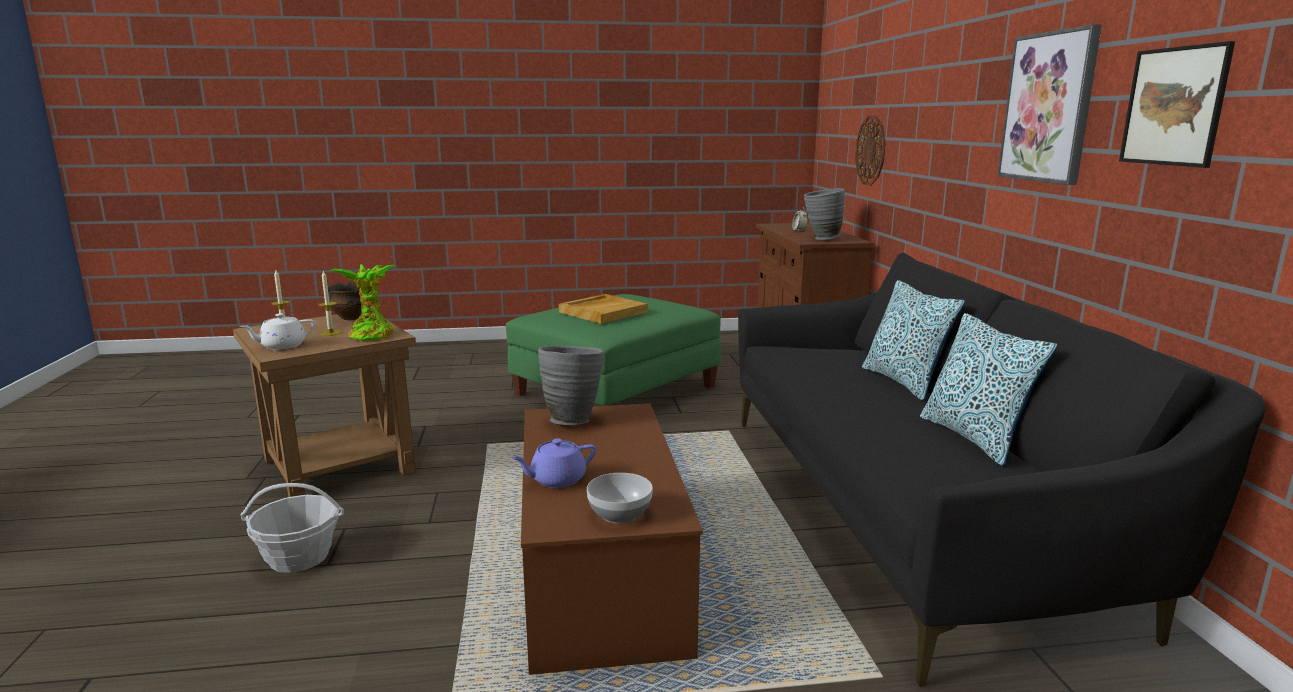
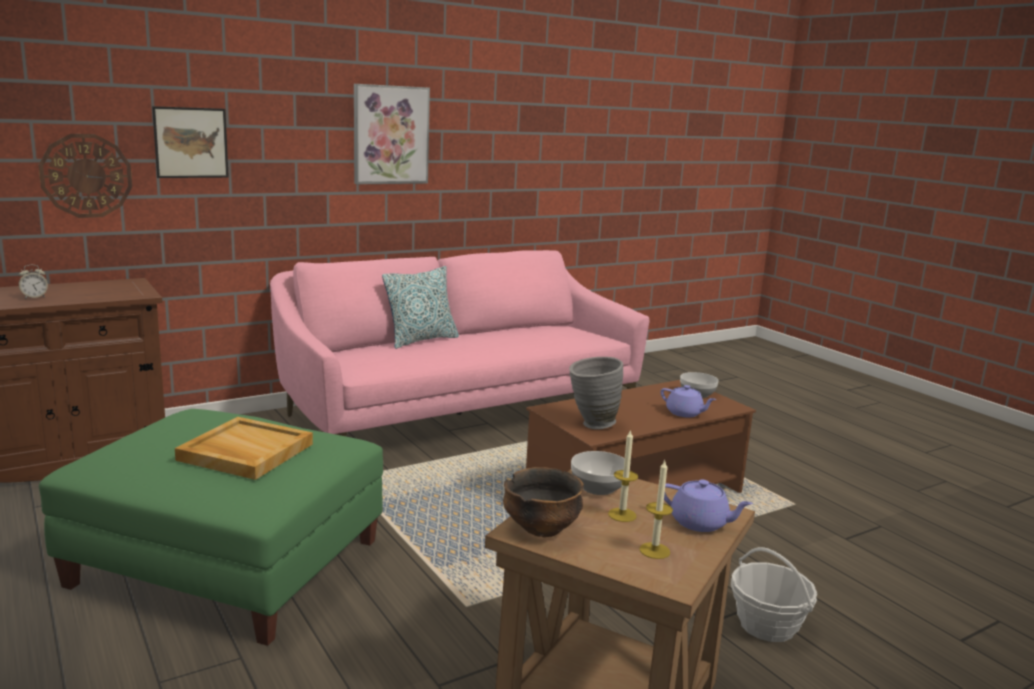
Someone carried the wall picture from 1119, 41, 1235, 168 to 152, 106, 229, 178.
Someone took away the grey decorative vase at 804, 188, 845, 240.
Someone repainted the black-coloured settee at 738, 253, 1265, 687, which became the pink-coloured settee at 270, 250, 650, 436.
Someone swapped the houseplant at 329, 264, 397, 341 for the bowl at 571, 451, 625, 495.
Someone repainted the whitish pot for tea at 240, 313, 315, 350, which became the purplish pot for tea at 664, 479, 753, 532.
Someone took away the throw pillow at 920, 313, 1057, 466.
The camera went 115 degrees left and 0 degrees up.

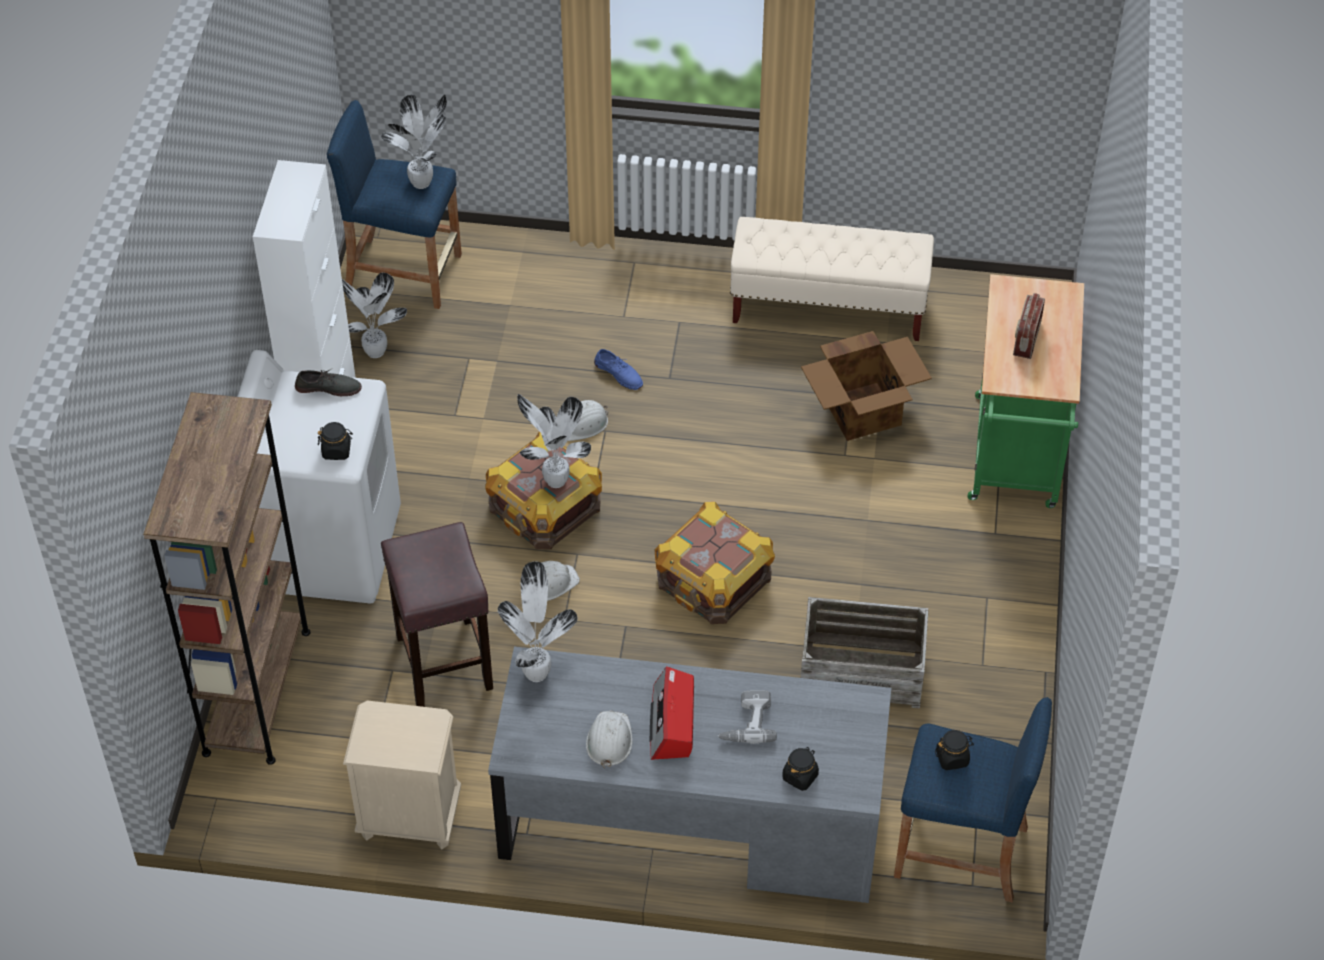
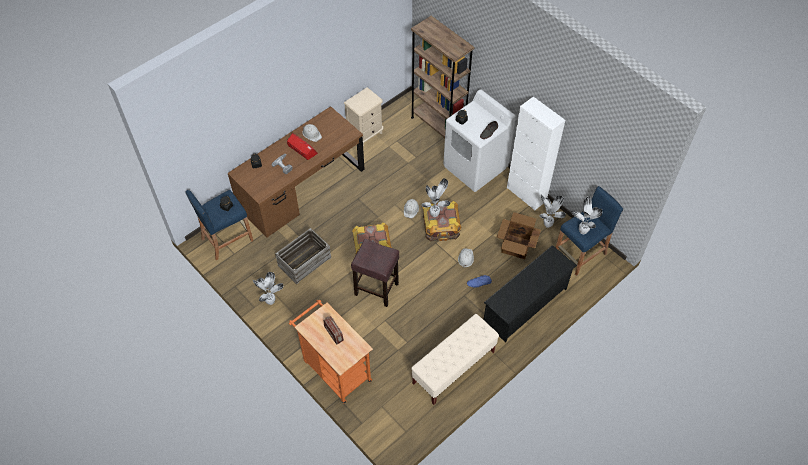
Someone repainted the greenish cart at 968, 274, 1084, 508, which became the orangey cart at 289, 300, 373, 404.
Someone carried the cardboard box from 801, 331, 932, 441 to 497, 212, 541, 259.
Someone carried the brown sitting stool from 381, 522, 493, 707 to 351, 239, 399, 307.
Someone carried the houseplant from 497, 561, 578, 682 to 253, 272, 283, 305.
Someone repainted the grey desk at 488, 647, 891, 903, which became the brown desk at 228, 106, 365, 238.
Someone put down the black-coloured shoe shelf at 483, 245, 577, 342.
The camera went 130 degrees right and 5 degrees up.

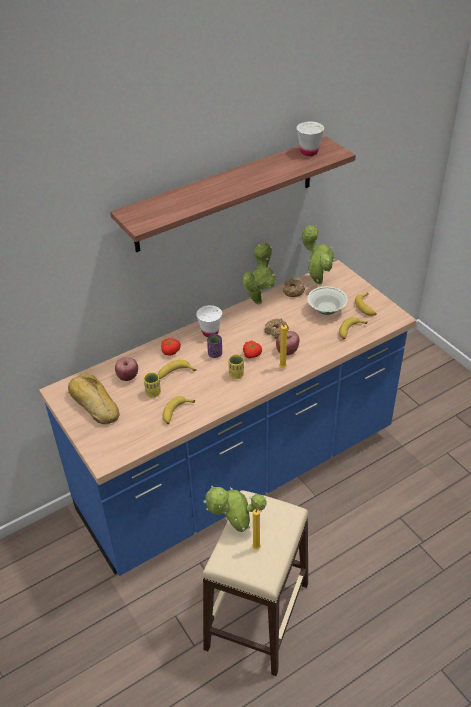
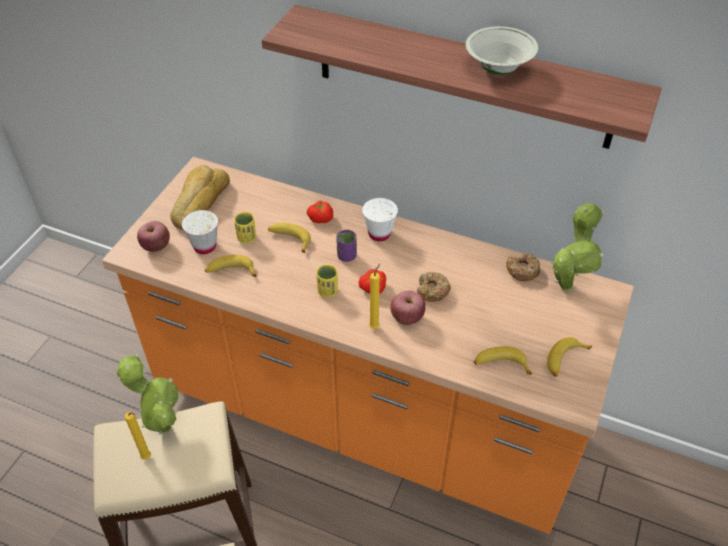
Someone carried the whitish small cup from 296, 122, 324, 156 to 182, 210, 218, 254.
Someone took away the houseplant at 243, 243, 275, 305.
Someone repainted the bluish kitchen counter at 39, 260, 417, 576, which became the orangey kitchen counter at 102, 157, 634, 534.
Someone carried the whitish bowl from 307, 286, 348, 315 to 466, 26, 538, 75.
Someone carried the apple fruit from 115, 357, 138, 381 to 137, 221, 170, 252.
The camera went 55 degrees right and 5 degrees up.

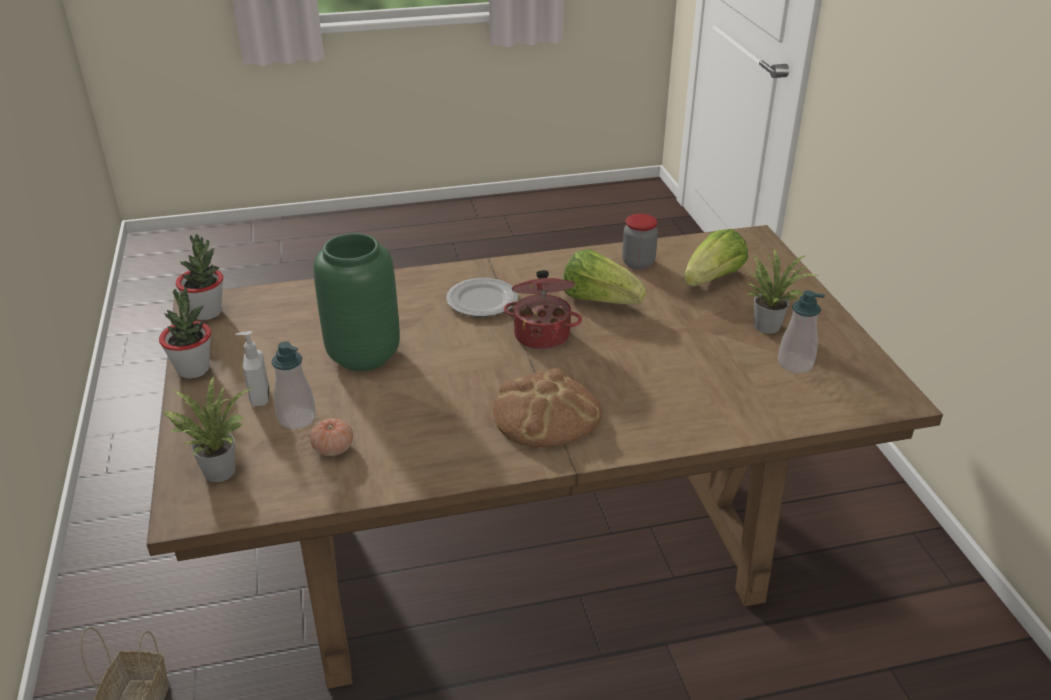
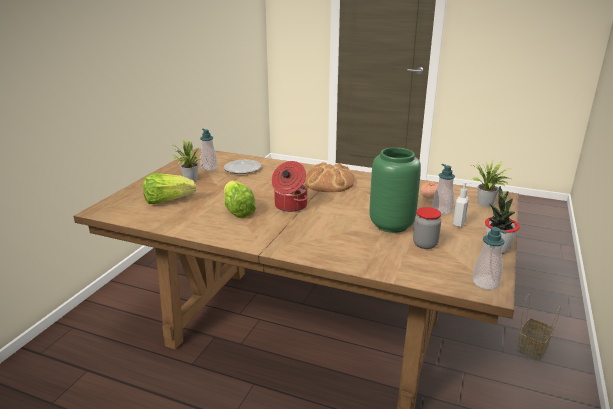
Someone carried the preserve jar from 622, 214, 658, 269 to 413, 207, 441, 249.
Someone swapped the houseplant at 176, 234, 223, 320 for the liquid soap bottle at 472, 227, 507, 290.
Someone carried the dinner plate from 446, 278, 518, 317 to 224, 160, 261, 174.
The camera went 145 degrees left and 10 degrees down.

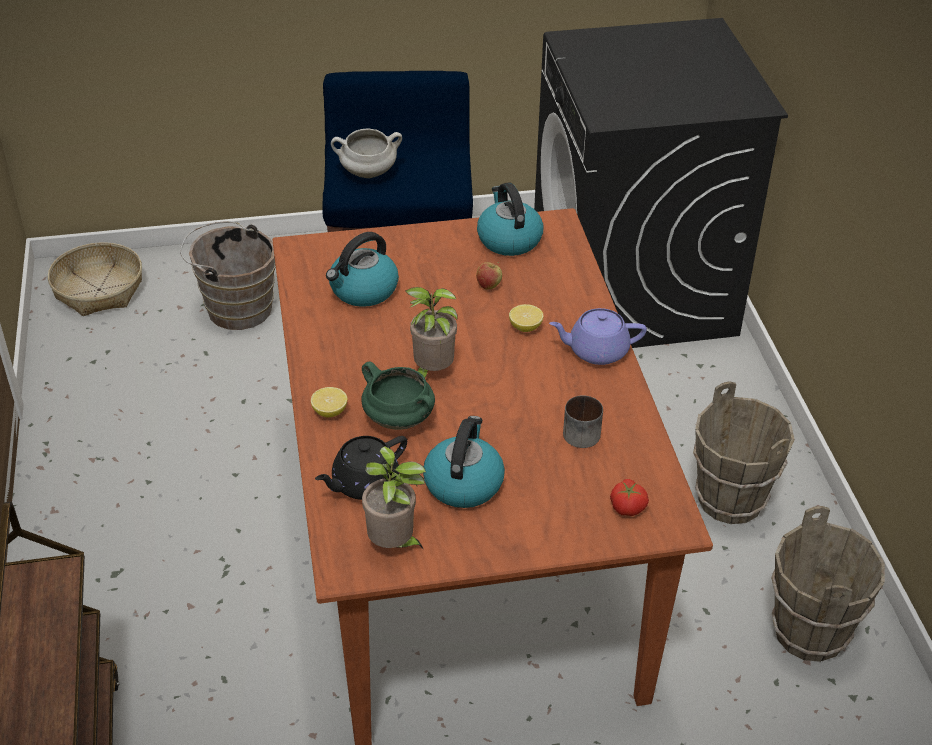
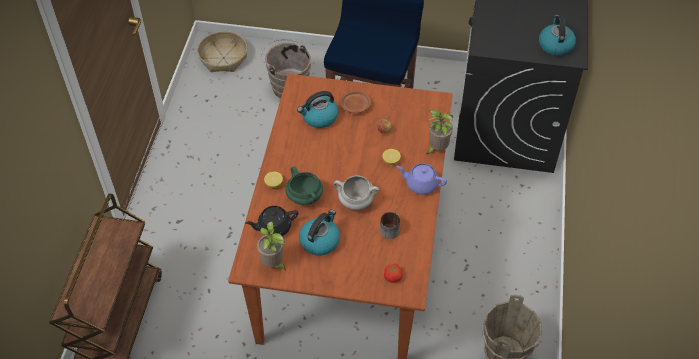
Someone carried the whitish stockpot from 331, 128, 402, 178 to 334, 175, 379, 210.
Someone carried the kettle from 477, 182, 543, 256 to 539, 15, 576, 56.
Someone carried the houseplant from 406, 287, 457, 377 to 427, 110, 453, 154.
Someone took away the brown bucket at 693, 381, 795, 524.
Someone put down the brown dinner plate at 340, 90, 371, 113.
The camera went 20 degrees right and 10 degrees up.

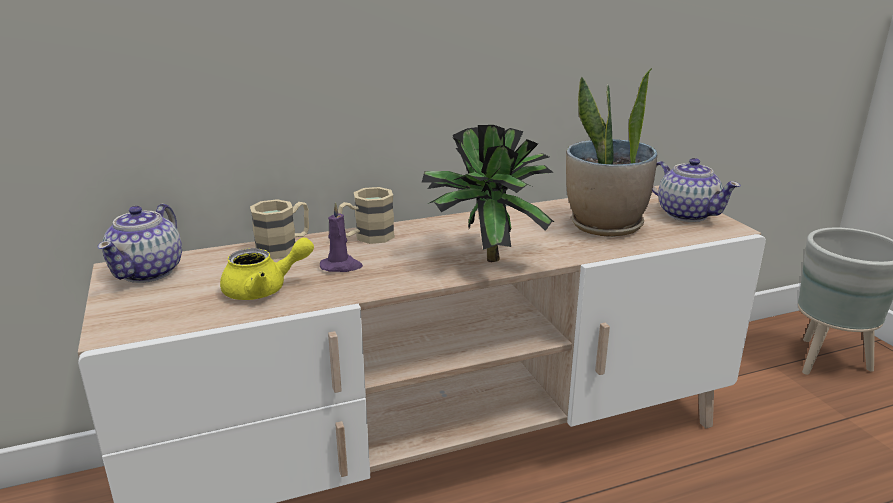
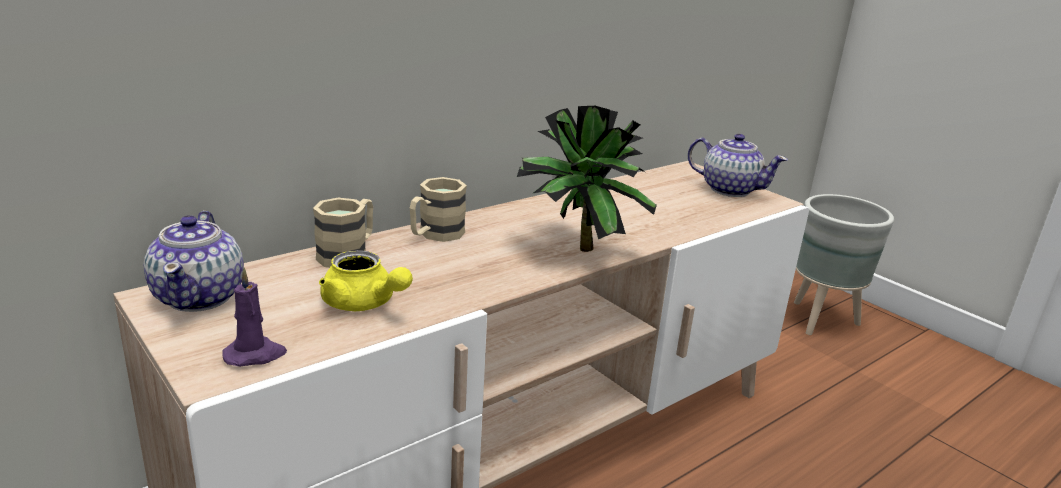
Someone took away the houseplant at 566, 67, 658, 237.
Someone carried the purplish candle from 320, 202, 363, 272 to 222, 268, 287, 367.
Someone rotated the yellow-coloured pot for tea at 220, 237, 314, 300 by 75 degrees clockwise.
The camera went 20 degrees left and 0 degrees up.

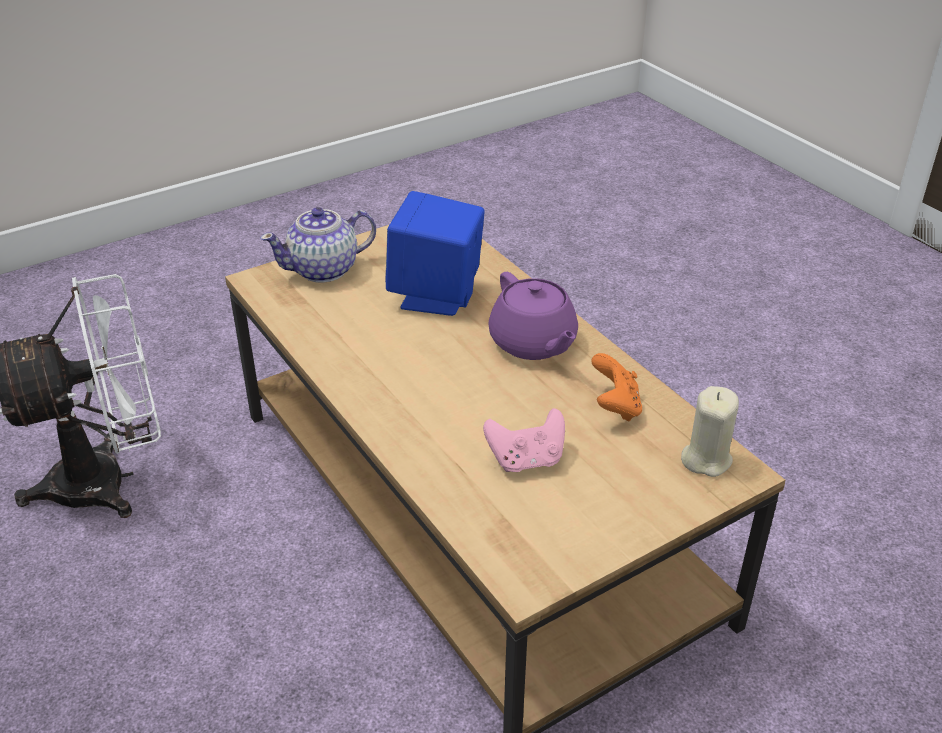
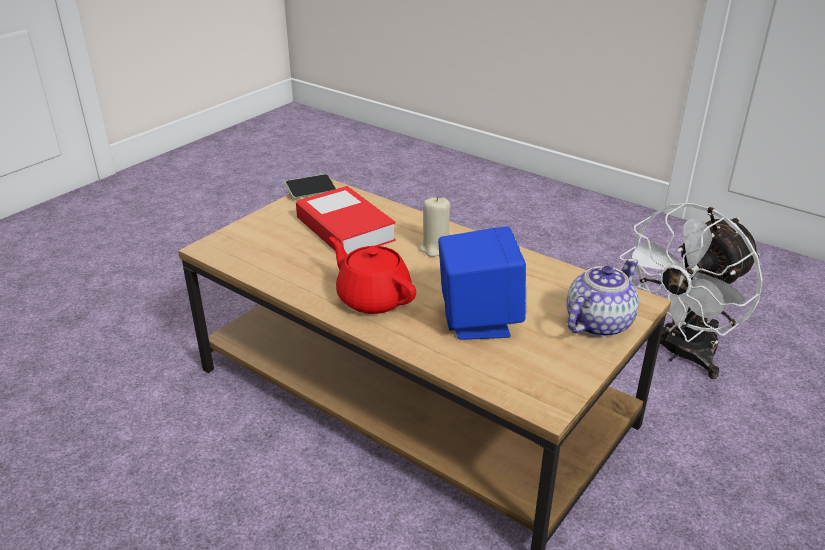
Someone repainted the purplish pot for tea at 488, 272, 578, 360, which became the reddish pot for tea at 329, 237, 416, 314.
Someone took away the orangey game controller at 591, 353, 642, 421.
Someone carried the sand-coloured candle from 681, 386, 739, 477 to 420, 197, 450, 257.
Someone swapped the pink-coloured game controller at 483, 408, 565, 472 for the bound book at 296, 186, 396, 255.
Someone put down the telephone at 285, 174, 336, 198.
The camera went 160 degrees right and 5 degrees down.

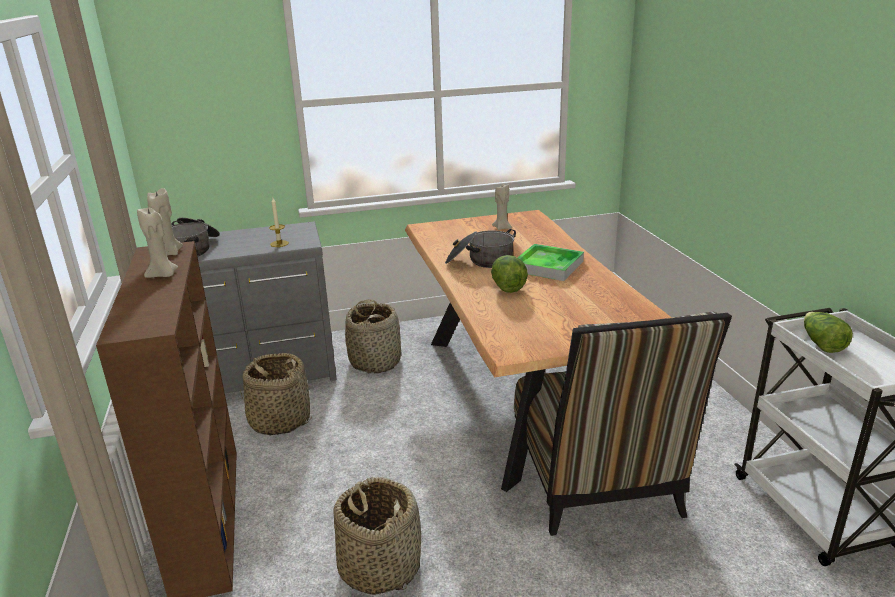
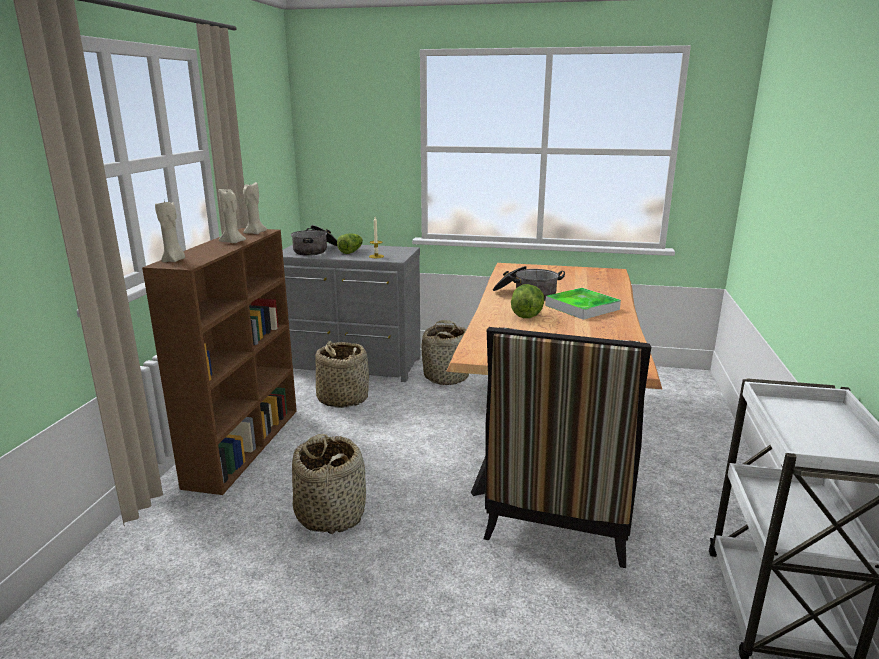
Someone carried the sand-coloured candle from 492, 184, 512, 230 to 155, 201, 185, 262.
Someone carried the head of lettuce from 804, 312, 853, 353 to 337, 233, 363, 254.
The camera went 25 degrees right and 5 degrees down.

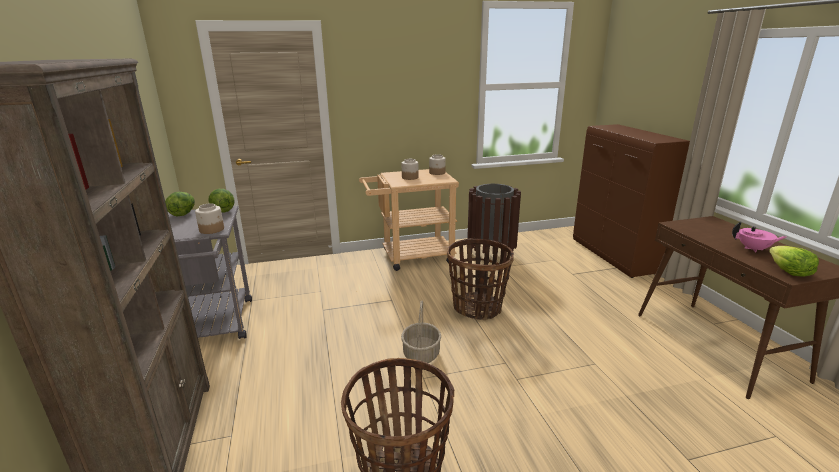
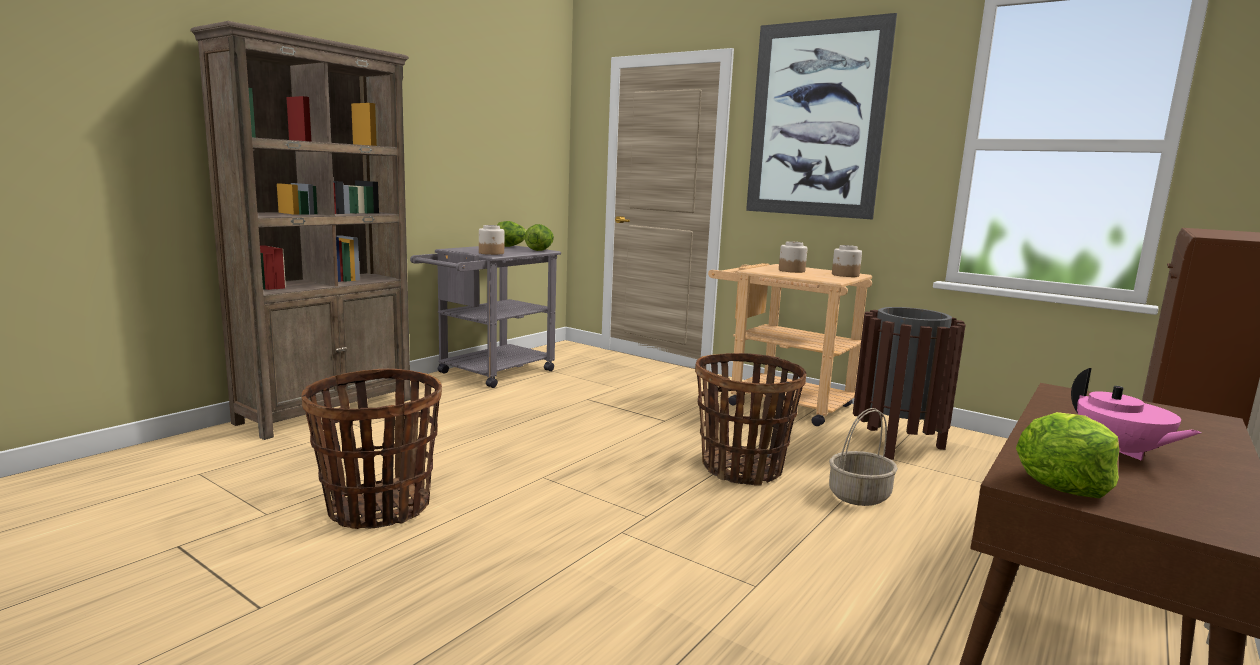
Someone carried the basket from 401, 301, 441, 363 to 829, 408, 898, 506.
Someone put up the wall picture at 746, 13, 897, 220.
The camera went 50 degrees right and 10 degrees down.

